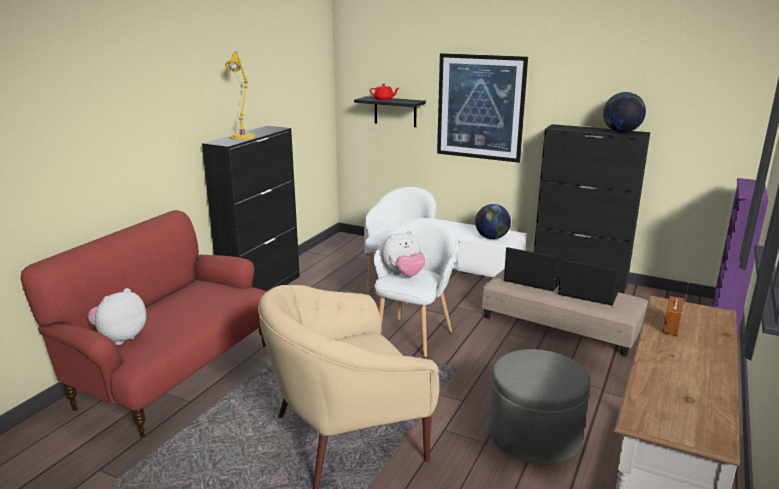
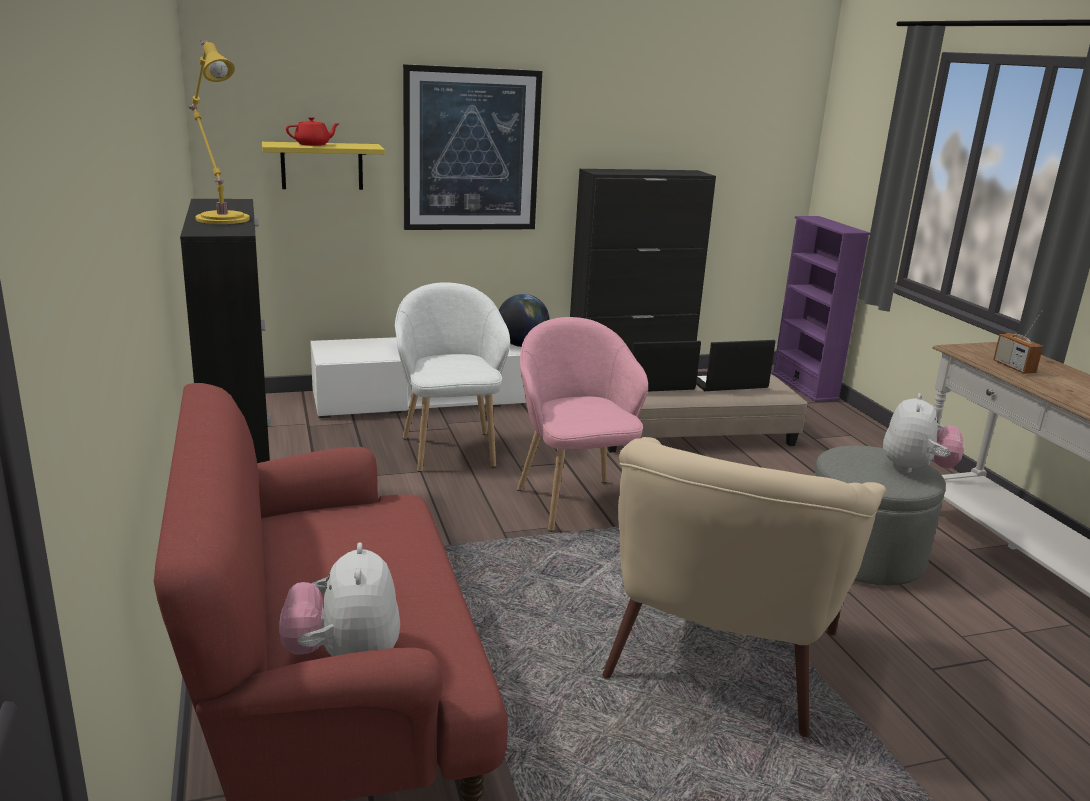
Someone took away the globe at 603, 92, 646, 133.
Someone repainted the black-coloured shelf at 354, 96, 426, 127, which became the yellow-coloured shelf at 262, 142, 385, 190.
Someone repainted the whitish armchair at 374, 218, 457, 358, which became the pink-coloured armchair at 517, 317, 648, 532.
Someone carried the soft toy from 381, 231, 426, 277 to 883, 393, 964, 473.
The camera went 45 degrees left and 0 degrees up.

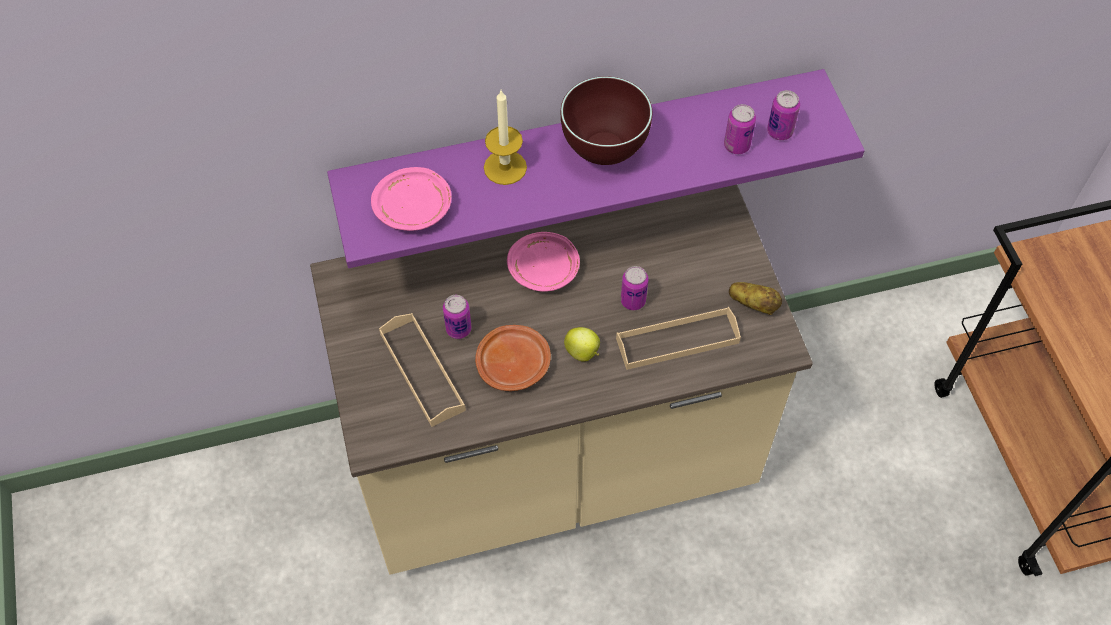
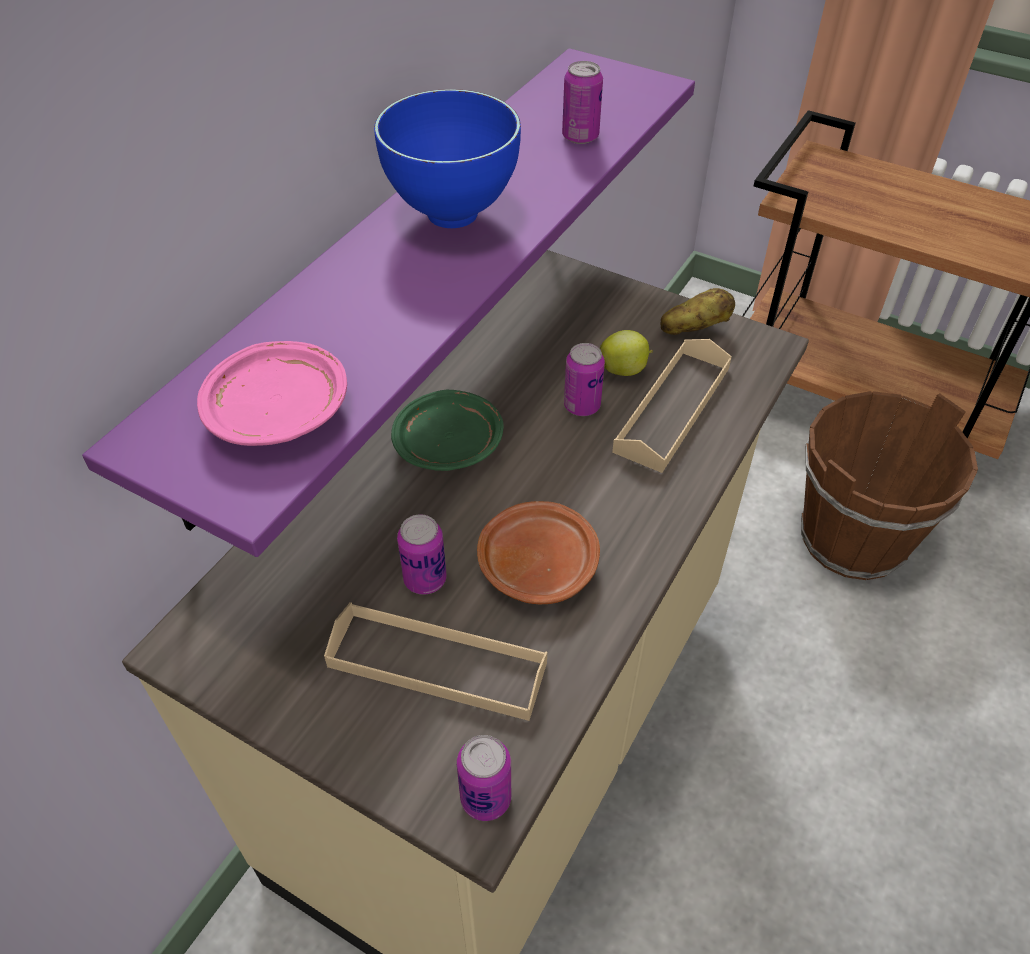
Someone repainted the brown bowl at 561, 76, 652, 165, which became the bluish bowl at 374, 89, 521, 228.
Someone took away the candle at 484, 90, 527, 185.
Someone carried the sealed can from 767, 90, 800, 140 to 457, 735, 511, 821.
Someone repainted the pink-coloured dinner plate at 507, 232, 580, 292, which became the greenish dinner plate at 391, 390, 504, 471.
Someone carried the apple fruit from 564, 327, 600, 362 to 600, 330, 653, 376.
Someone put down the brown bucket at 801, 391, 978, 580.
The camera went 45 degrees left and 10 degrees down.

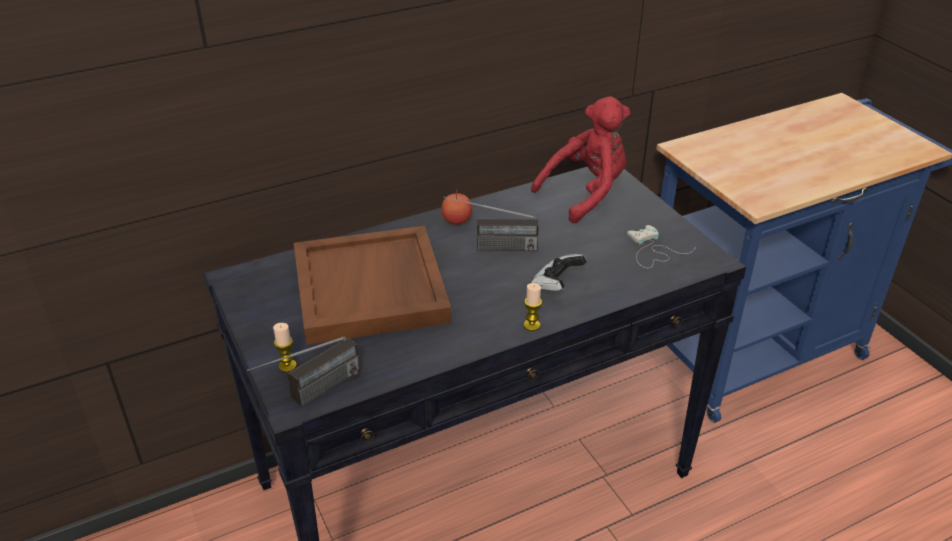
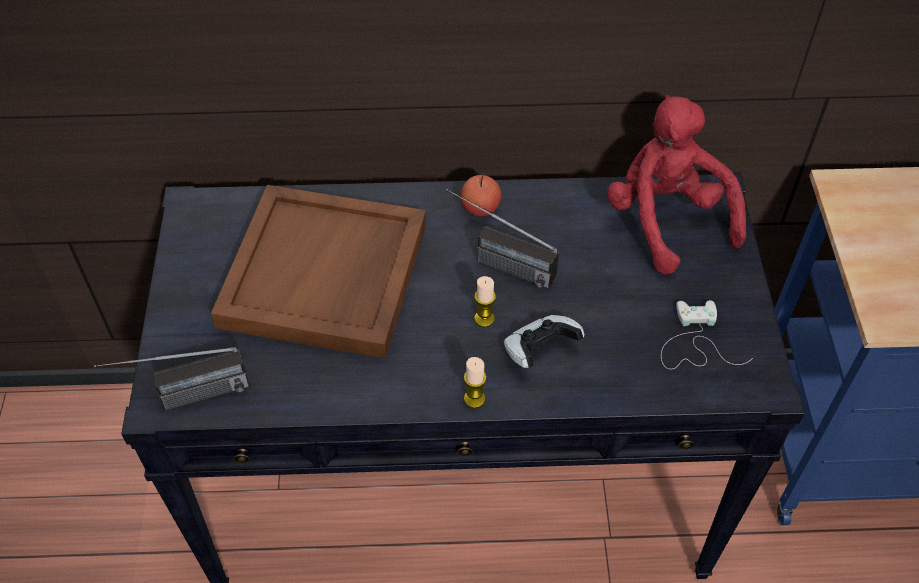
Someone rotated the reddish soft toy at 531, 96, 631, 223 by 105 degrees counterclockwise.
Someone carried the candle from 273, 323, 297, 372 to 474, 276, 496, 327.
The camera went 25 degrees right and 15 degrees up.

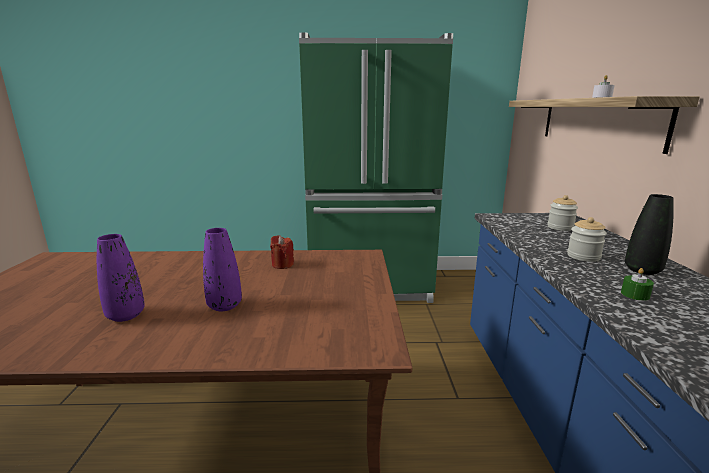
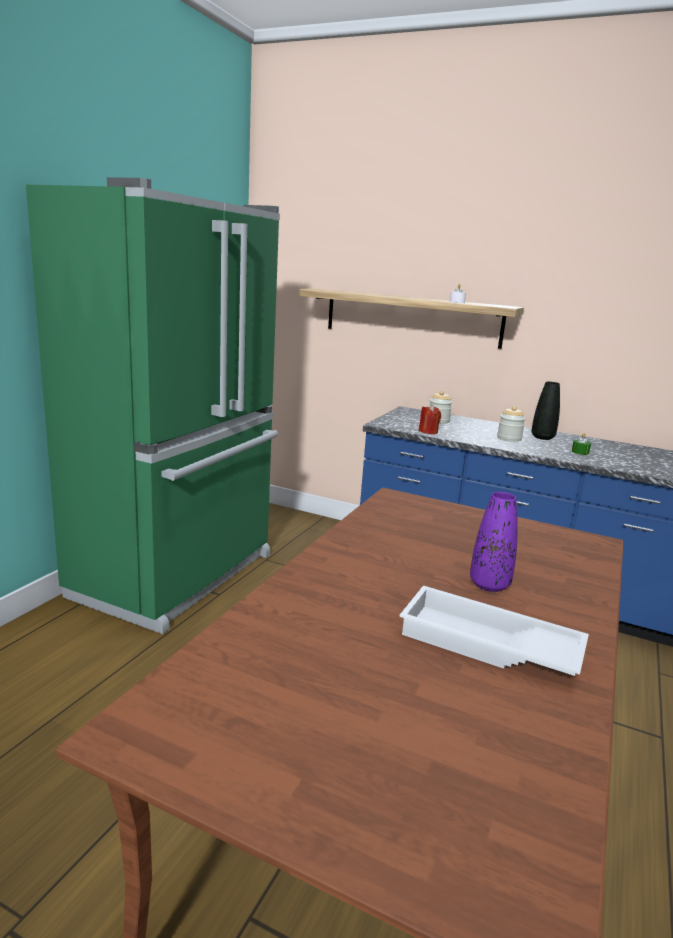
Someone swapped the purplish decorative vase at 97, 234, 145, 322 for the whitish carrying tray at 399, 585, 589, 676.
Someone carried the reddish candle from 270, 235, 294, 269 to 418, 405, 441, 434.
The camera went 65 degrees left and 0 degrees up.

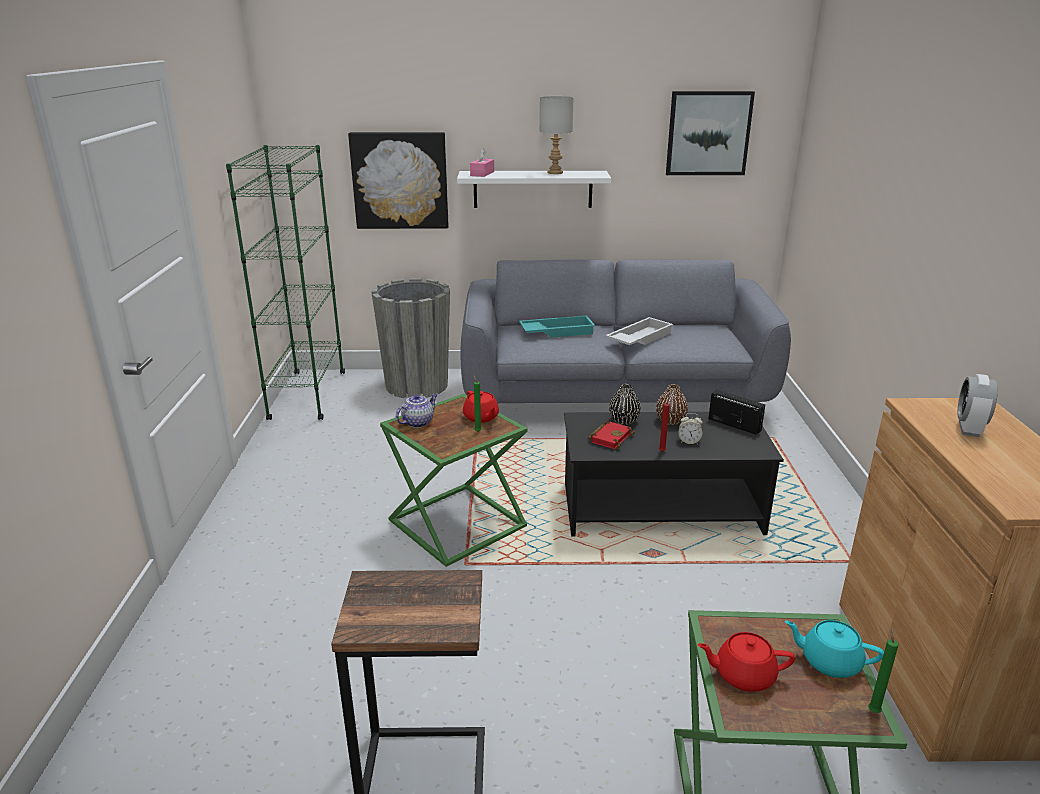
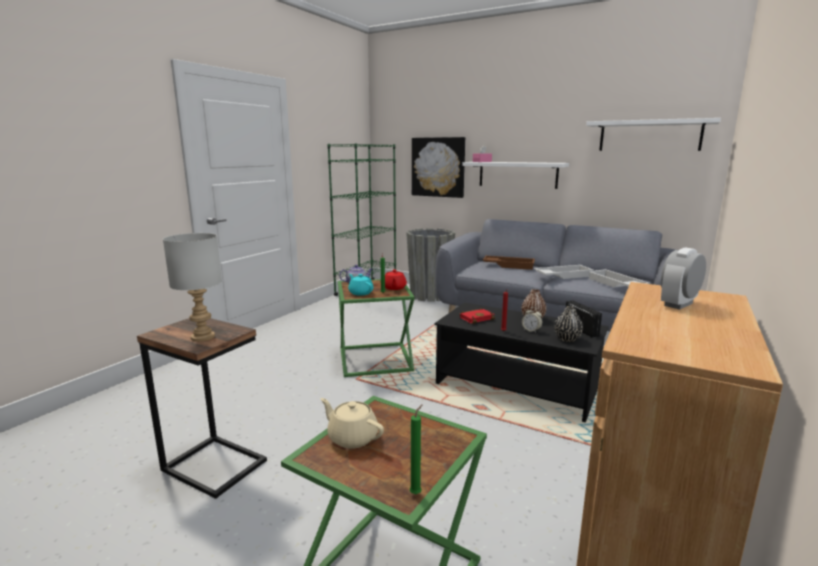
Someone swapped the wall picture at 666, 91, 755, 175 for the whitish shelf at 586, 118, 721, 151.
Someone carried the grey table lamp from 539, 96, 574, 174 to 163, 233, 222, 342.
Someone repainted the blue-green carrying tray at 519, 315, 595, 337, which became the brown carrying tray at 483, 256, 535, 270.
Someone carried the black-coloured decorative vase from 609, 384, 641, 425 to 554, 306, 583, 342.
Someone carried the blue-green pot for tea from 785, 620, 884, 678 to 348, 274, 374, 295.
Someone repainted the reddish pot for tea at 697, 632, 795, 692, which became the sand-coloured pot for tea at 321, 398, 384, 449.
Someone put down the whitish carrying tray at 588, 269, 650, 287.
The camera went 30 degrees right and 10 degrees down.

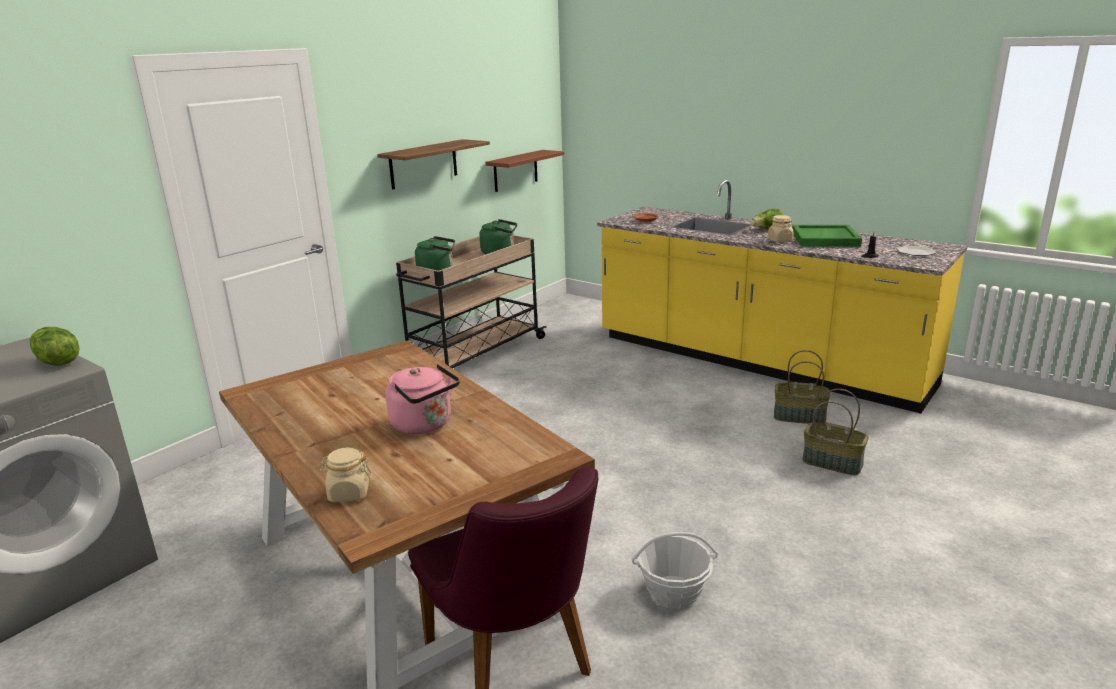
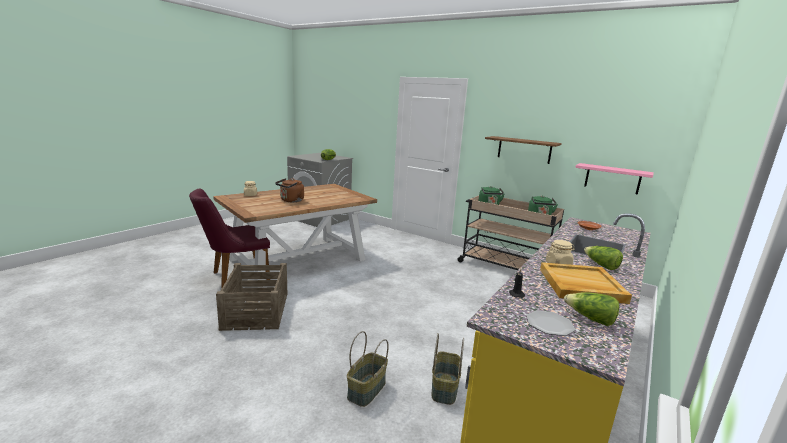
Someone repainted the brown shelf at 485, 150, 564, 192, which became the pink-coloured shelf at 575, 163, 654, 194.
Someone repainted the greenish carrying tray at 792, 225, 862, 247, which became the sand-coloured carrying tray at 540, 262, 632, 304.
Someone repainted the pink-coloured kettle at 385, 364, 460, 434, which became the brown kettle at 275, 178, 304, 202.
Someone swapped the basket at 632, 532, 718, 609 for the packing crate at 216, 263, 287, 331.
Someone put down the head of lettuce at 564, 292, 619, 326.
The camera went 85 degrees right and 5 degrees down.

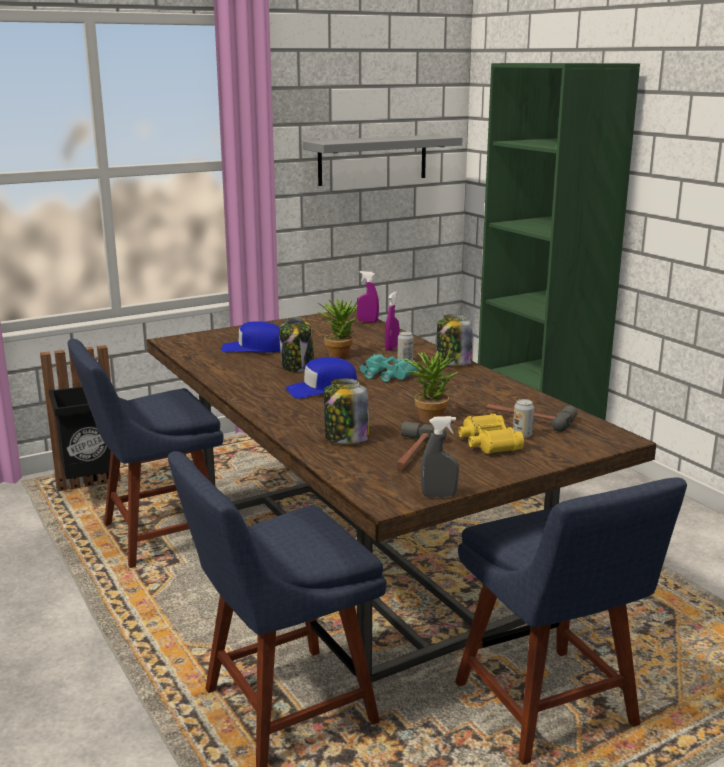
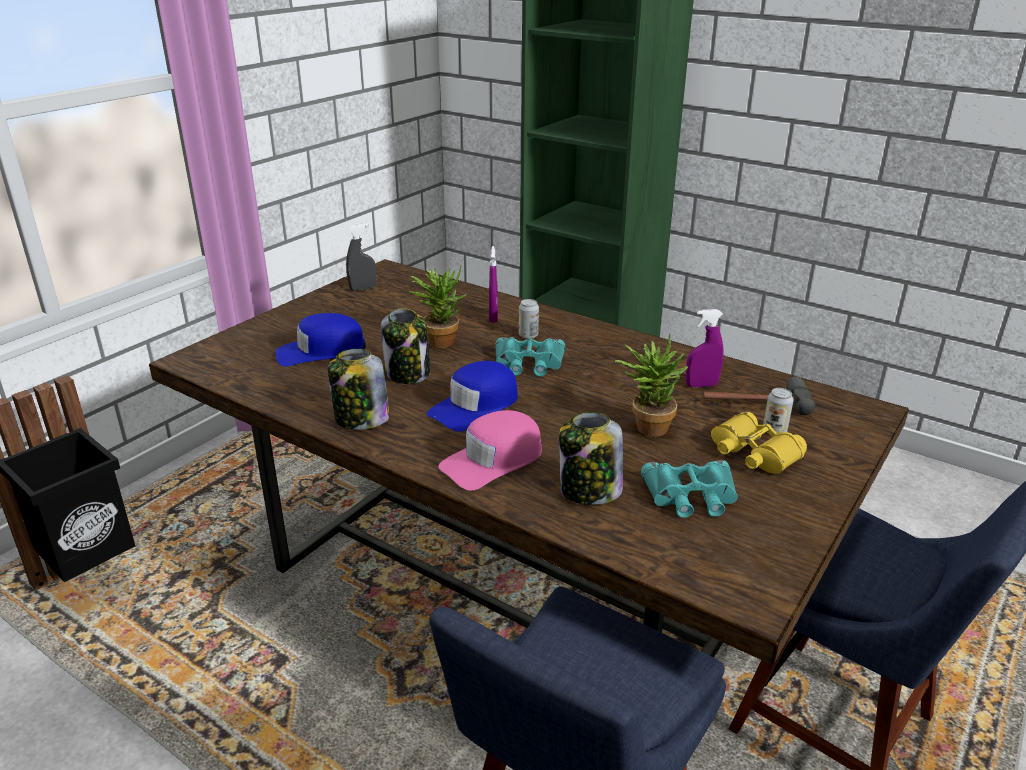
Someone took away the grey shelf at 303, 134, 462, 186.
Someone carried the purplish hand sprayer from 357, 271, 379, 323 to 686, 309, 724, 387.
Someone carried the preserve jar from 437, 314, 473, 365 to 328, 349, 389, 430.
Someone took away the bluish chair at 68, 339, 224, 568.
Someone carried the grey hand sprayer from 421, 416, 459, 497 to 346, 223, 376, 291.
Someone swapped the hammer at 396, 421, 447, 468 for the blue-green binoculars at 641, 460, 738, 518.
Someone put down the pink-coloured cap at 438, 410, 542, 491.
The camera went 25 degrees left and 10 degrees up.

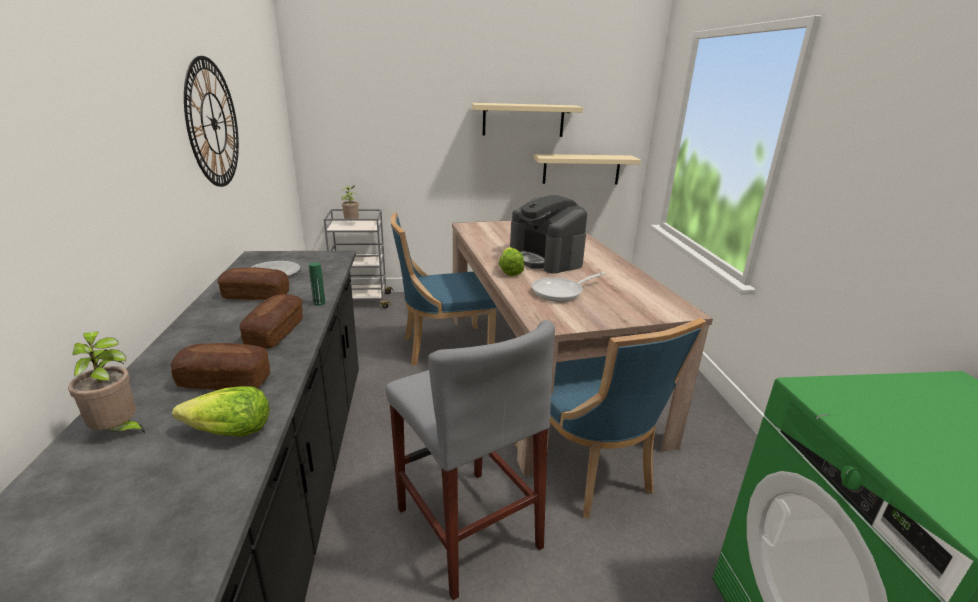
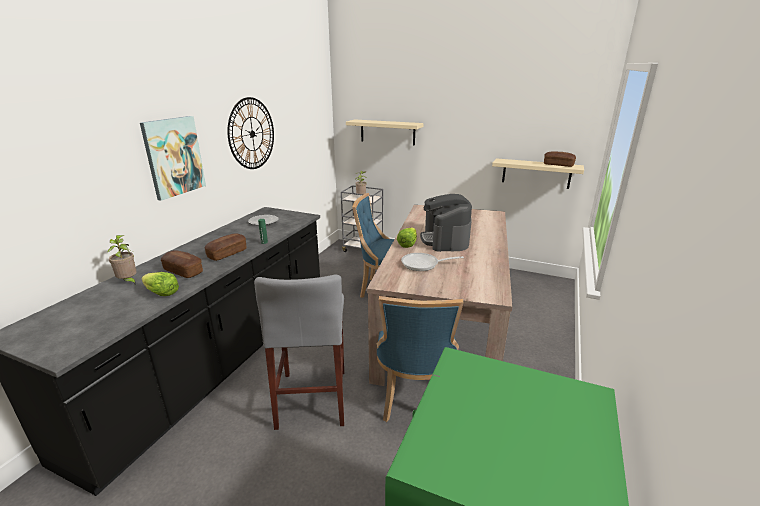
Someone carried the sand-coloured shelf from 472, 103, 583, 137 to 346, 119, 424, 145.
Someone carried the bakery bread from 218, 267, 289, 300 to 544, 152, 576, 167.
Someone put up the wall picture at 140, 116, 206, 201.
The camera went 30 degrees right and 0 degrees up.

